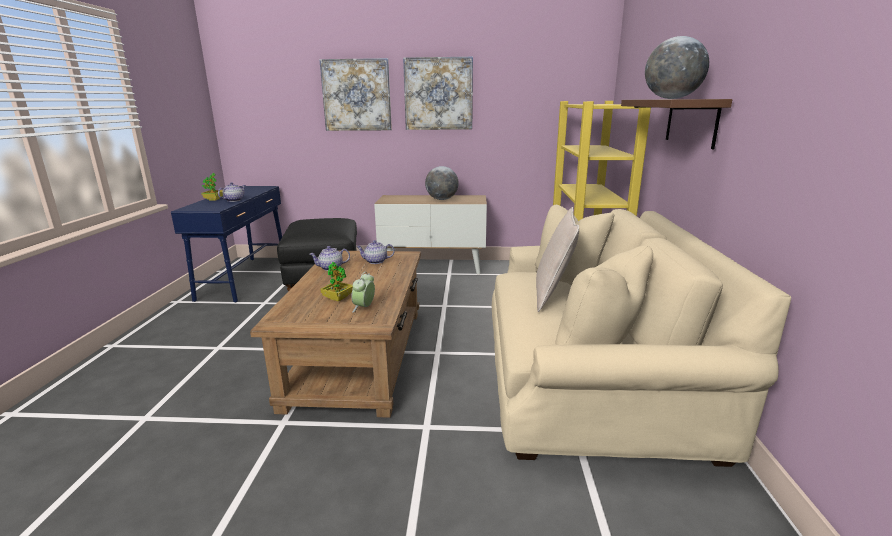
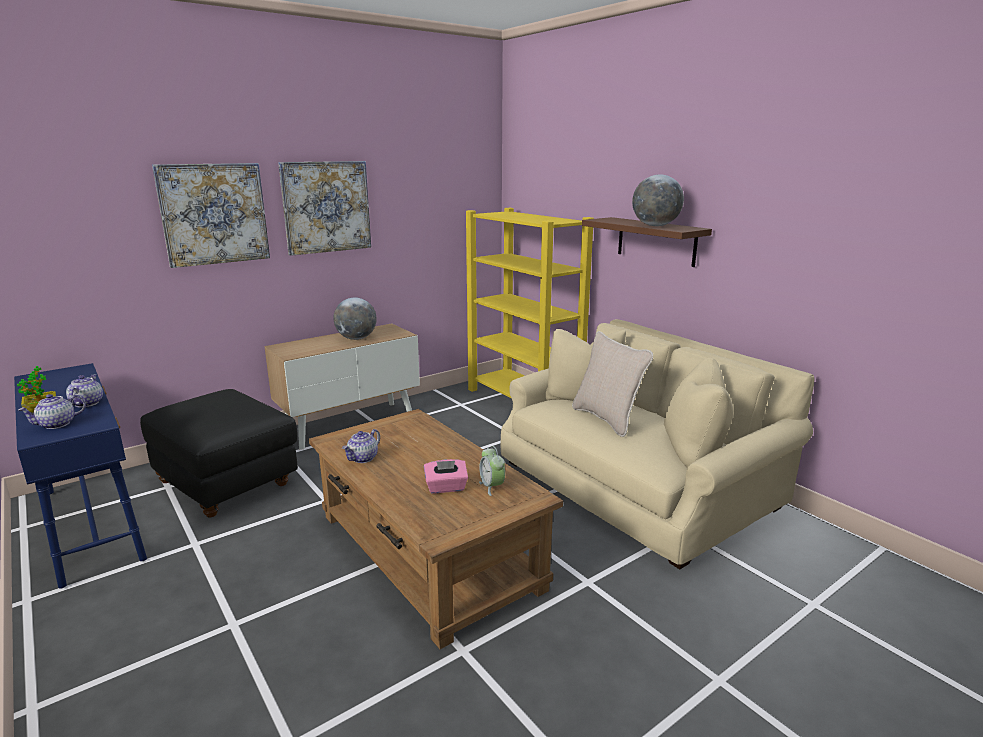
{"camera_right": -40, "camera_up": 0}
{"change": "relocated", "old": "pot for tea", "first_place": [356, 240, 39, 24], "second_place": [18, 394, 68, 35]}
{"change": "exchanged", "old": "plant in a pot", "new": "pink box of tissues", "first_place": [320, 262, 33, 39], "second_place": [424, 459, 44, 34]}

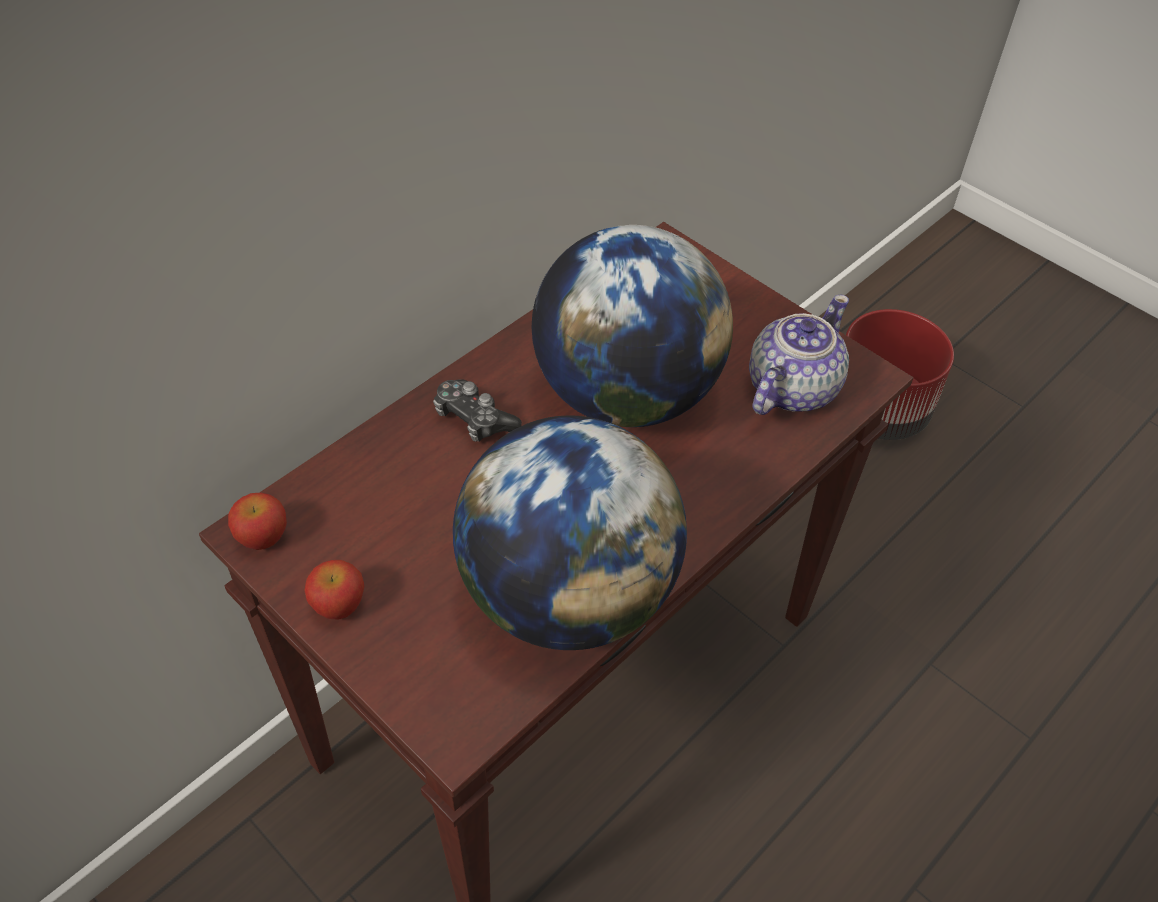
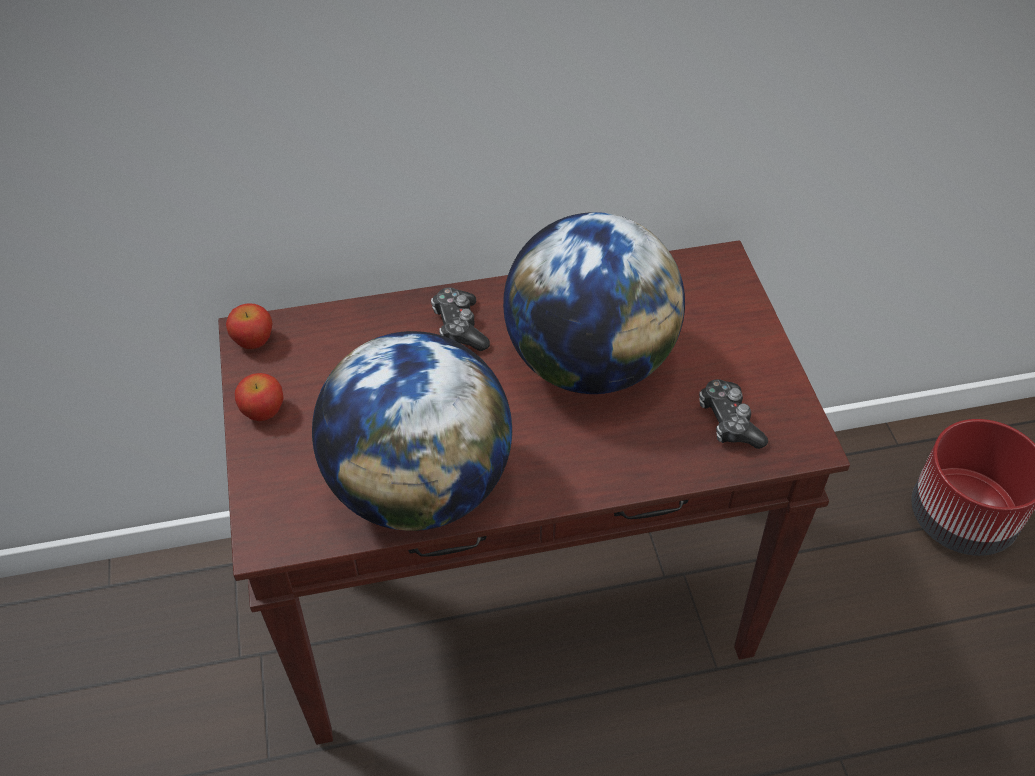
{"camera_right": 35, "camera_up": 0}
{"change": "exchanged", "old": "pot for tea", "new": "game controller", "first_place": [749, 295, 100, 120], "second_place": [699, 379, 69, 70]}

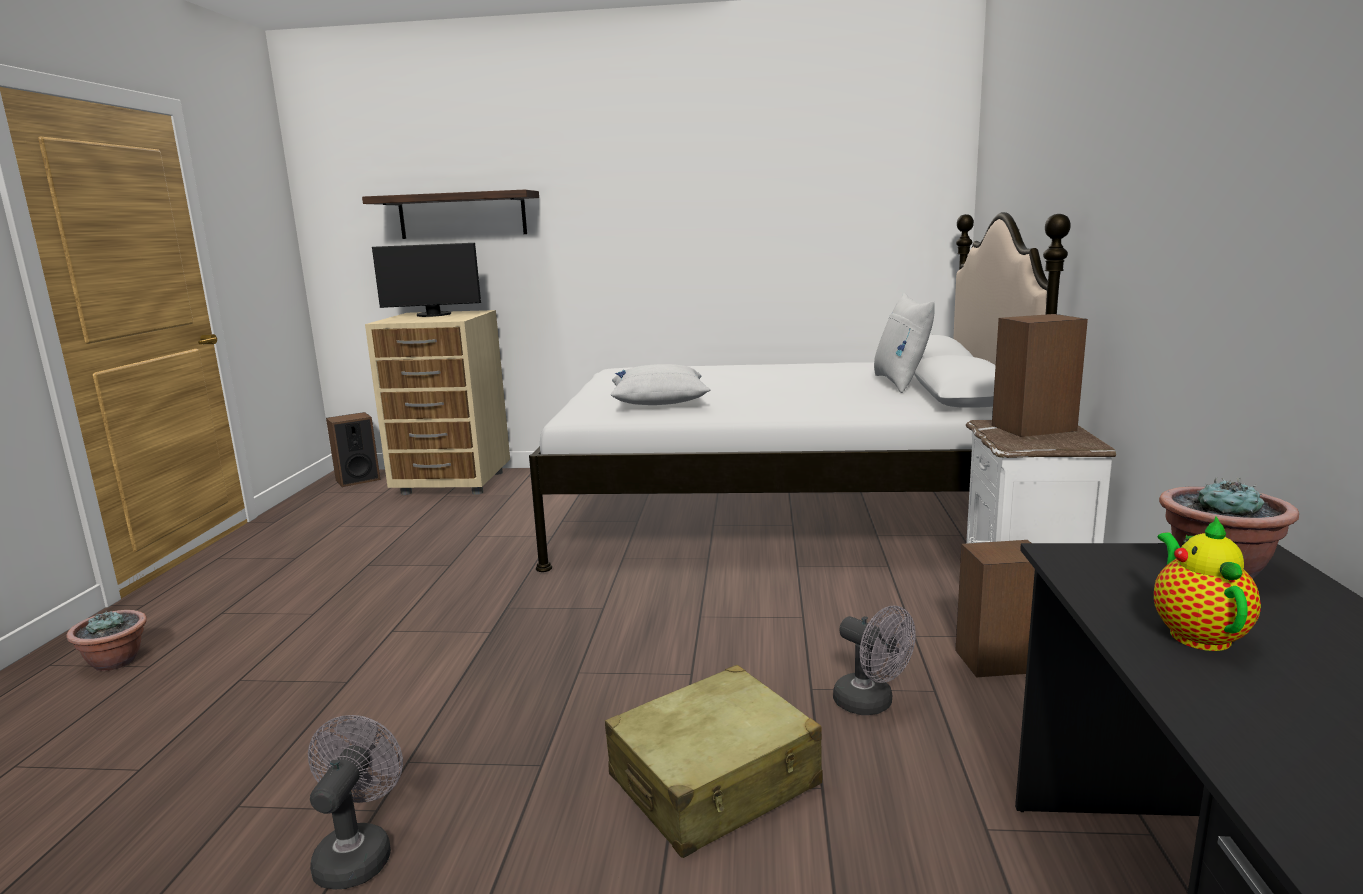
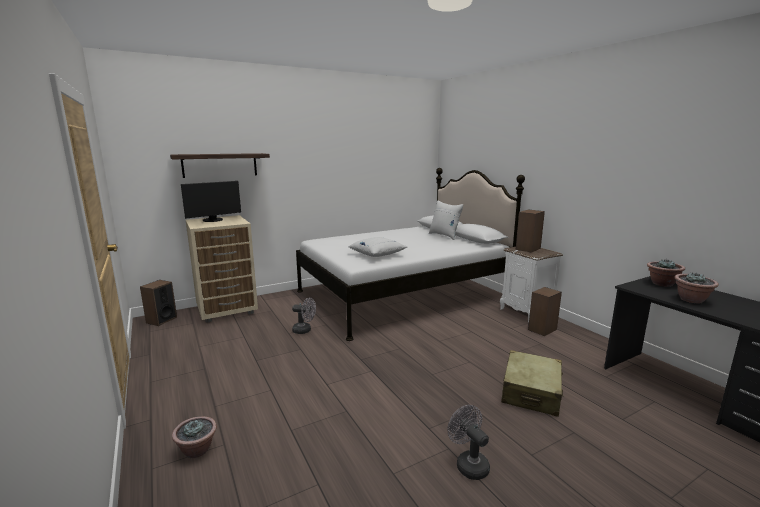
{"camera_right": -35, "camera_up": 0}
{"change": "relocated", "old": "grey fan", "first_place": [833, 606, 83, 109], "second_place": [292, 297, 24, 37]}
{"change": "exchanged", "old": "pot for tea", "new": "plant in a pot", "first_place": [1154, 516, 107, 135], "second_place": [675, 272, 44, 31]}

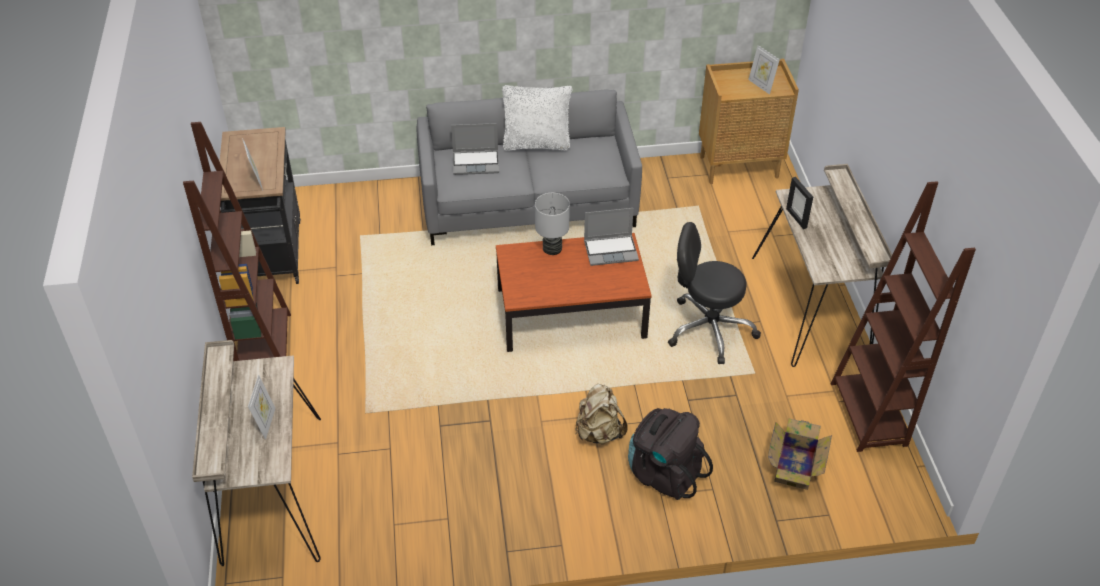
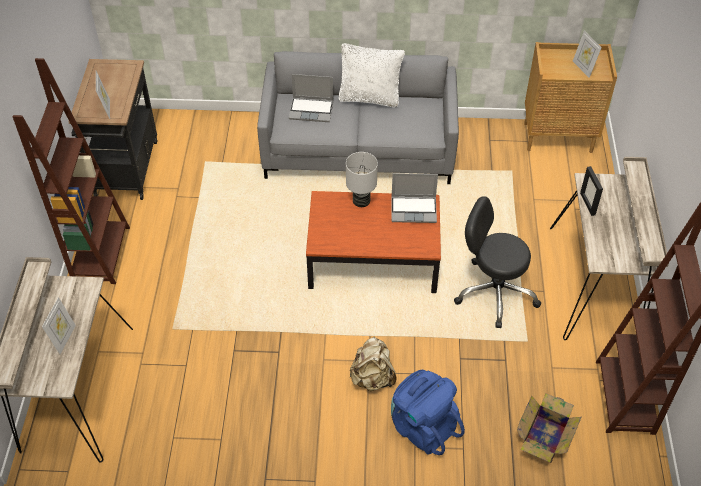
{"camera_right": 10, "camera_up": 5}
{"change": "colour", "old": "blackish rucksack", "new": "bluish rucksack", "first_place": [628, 408, 85, 92], "second_place": [391, 370, 74, 85]}

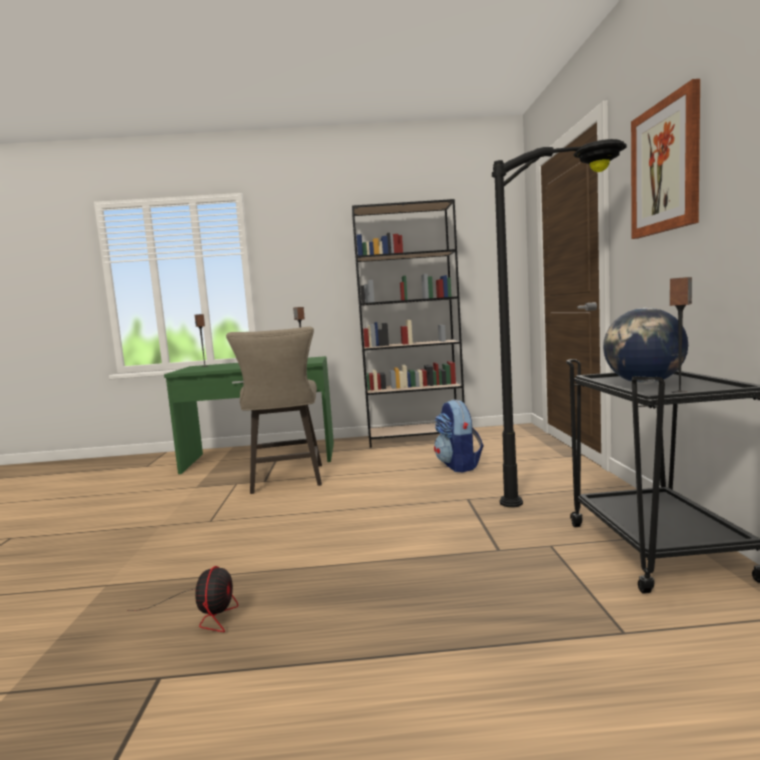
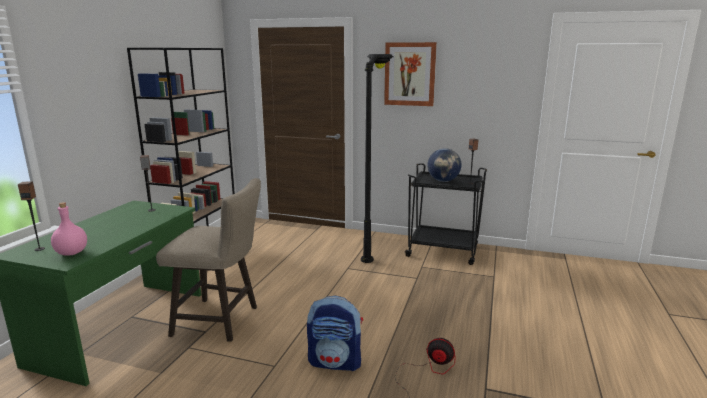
{"camera_right": -70, "camera_up": 10}
{"change": "appeared", "new": "pink bottle", "second_place": [51, 202, 36, 53]}
{"change": "relocated", "old": "rucksack", "first_place": [434, 400, 50, 72], "second_place": [307, 296, 56, 75]}

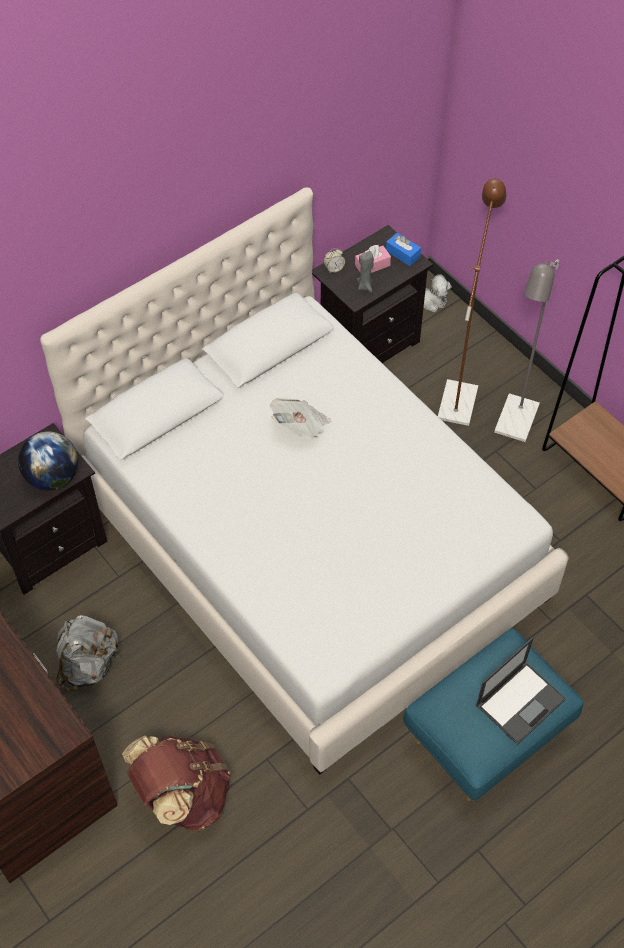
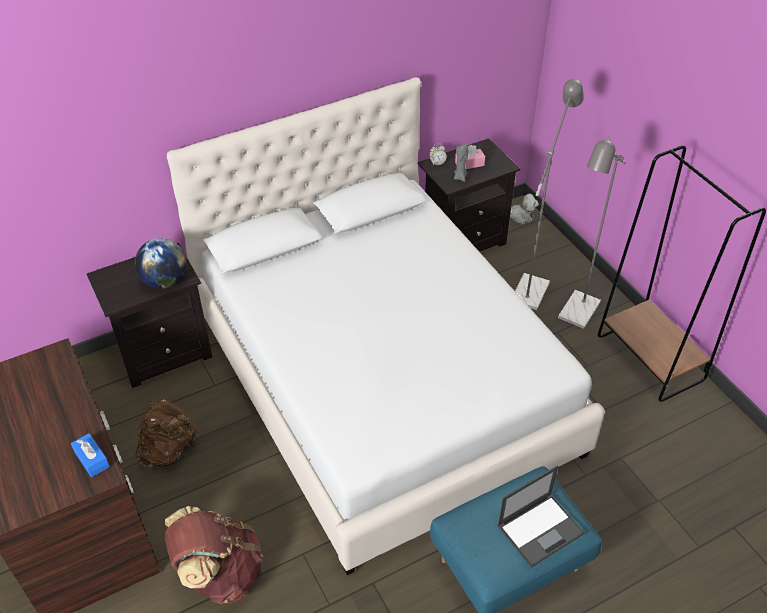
{"camera_right": 10, "camera_up": -10}
{"change": "relocated", "old": "bluish box of tissues", "first_place": [386, 233, 35, 33], "second_place": [71, 433, 39, 44]}
{"change": "colour", "old": "grey rucksack", "new": "brownish rucksack", "first_place": [56, 615, 64, 76], "second_place": [135, 399, 62, 69]}
{"change": "colour", "old": "brownish standard lamp", "new": "grey standard lamp", "first_place": [438, 179, 68, 247], "second_place": [515, 79, 69, 231]}
{"change": "missing", "old": "daily paper", "first_place": [270, 398, 61, 39]}

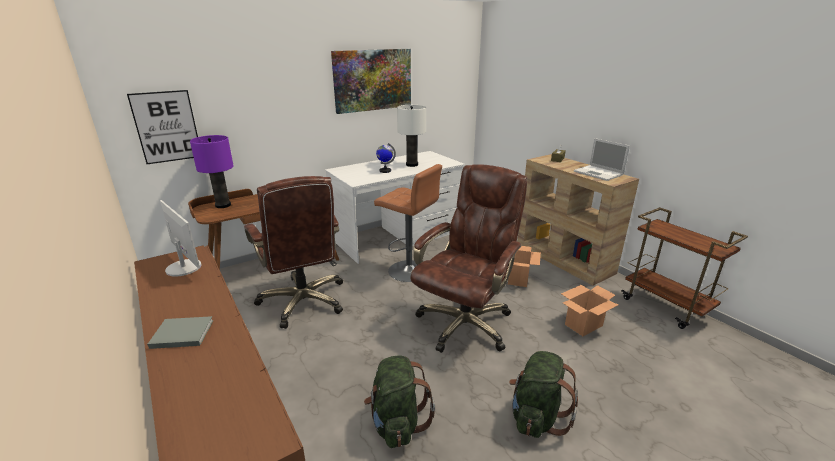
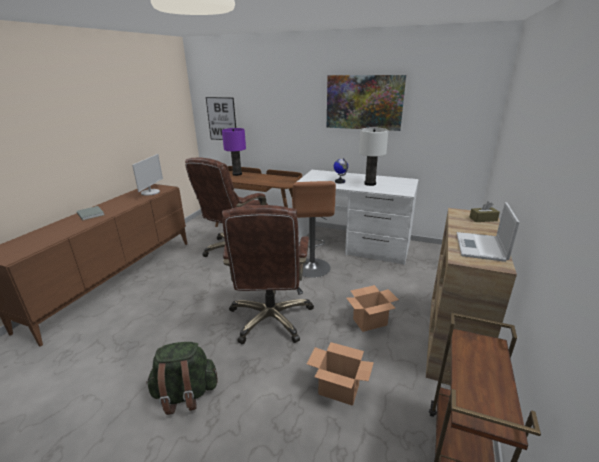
{"camera_right": 55, "camera_up": 0}
{"change": "spun", "old": "brownish desk chair", "first_place": [411, 164, 116, 189], "second_place": [222, 205, 92, 139], "degrees": 90}
{"change": "missing", "old": "green-coloured rucksack", "first_place": [364, 355, 71, 93]}

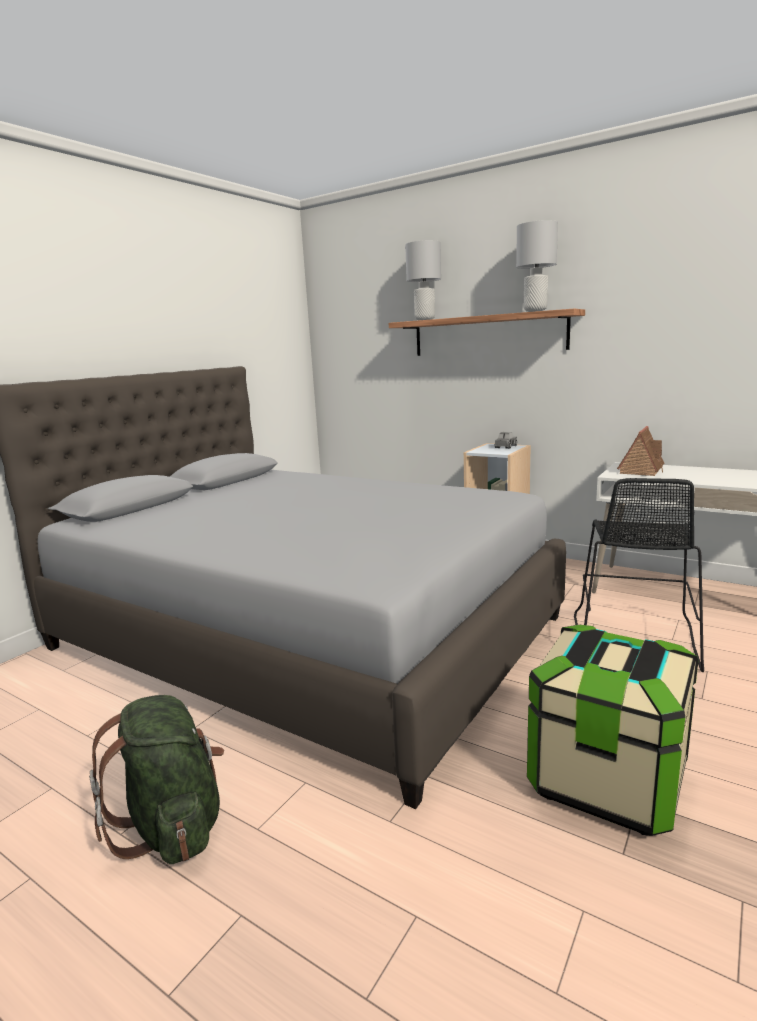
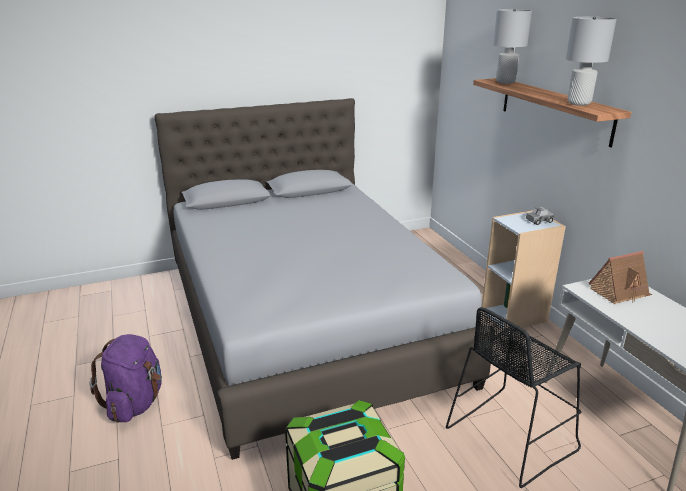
{"camera_right": 35, "camera_up": 10}
{"change": "colour", "old": "green-coloured rucksack", "new": "purplish rucksack", "first_place": [89, 695, 135, 169], "second_place": [90, 334, 72, 89]}

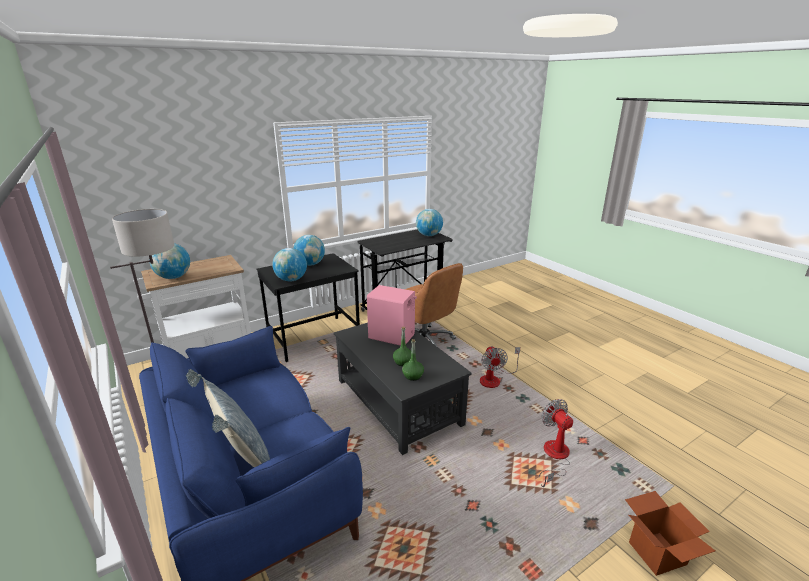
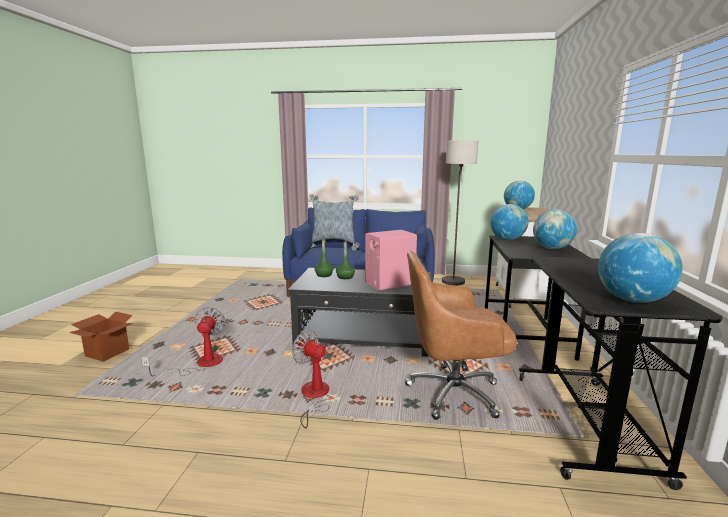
{"camera_right": 130, "camera_up": -10}
{"change": "spun", "old": "fan", "first_place": [539, 399, 34, 88], "second_place": [141, 307, 85, 69], "degrees": -105}

